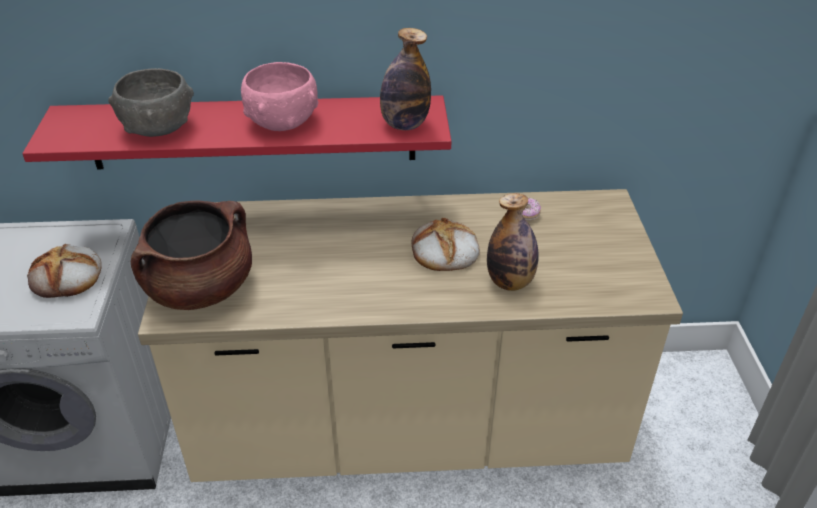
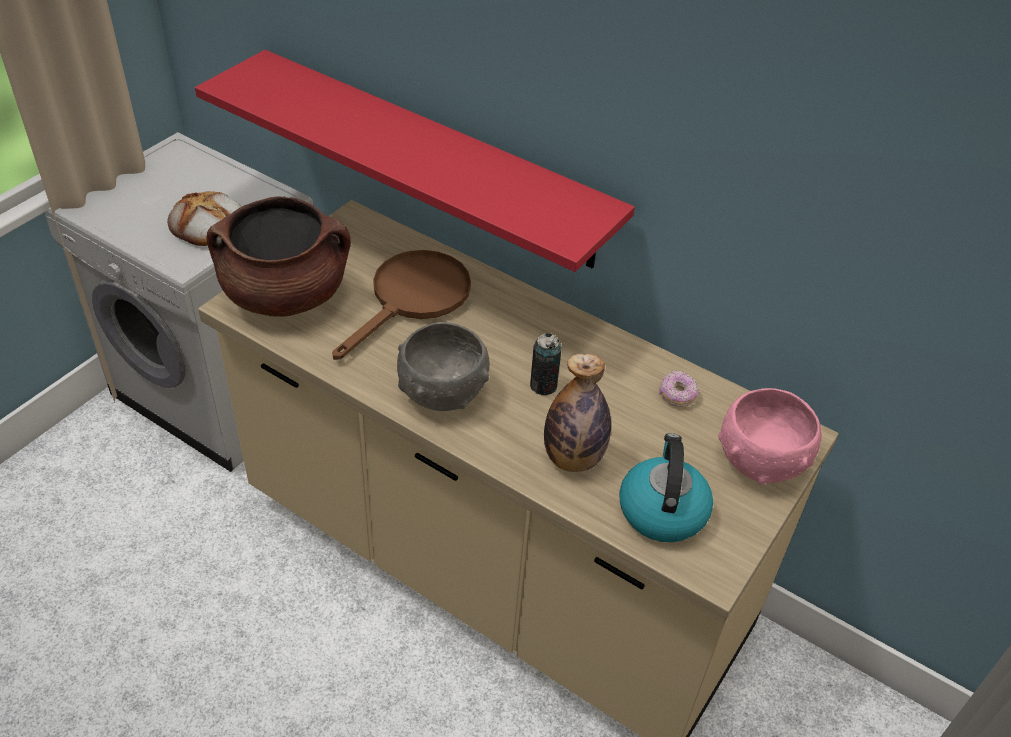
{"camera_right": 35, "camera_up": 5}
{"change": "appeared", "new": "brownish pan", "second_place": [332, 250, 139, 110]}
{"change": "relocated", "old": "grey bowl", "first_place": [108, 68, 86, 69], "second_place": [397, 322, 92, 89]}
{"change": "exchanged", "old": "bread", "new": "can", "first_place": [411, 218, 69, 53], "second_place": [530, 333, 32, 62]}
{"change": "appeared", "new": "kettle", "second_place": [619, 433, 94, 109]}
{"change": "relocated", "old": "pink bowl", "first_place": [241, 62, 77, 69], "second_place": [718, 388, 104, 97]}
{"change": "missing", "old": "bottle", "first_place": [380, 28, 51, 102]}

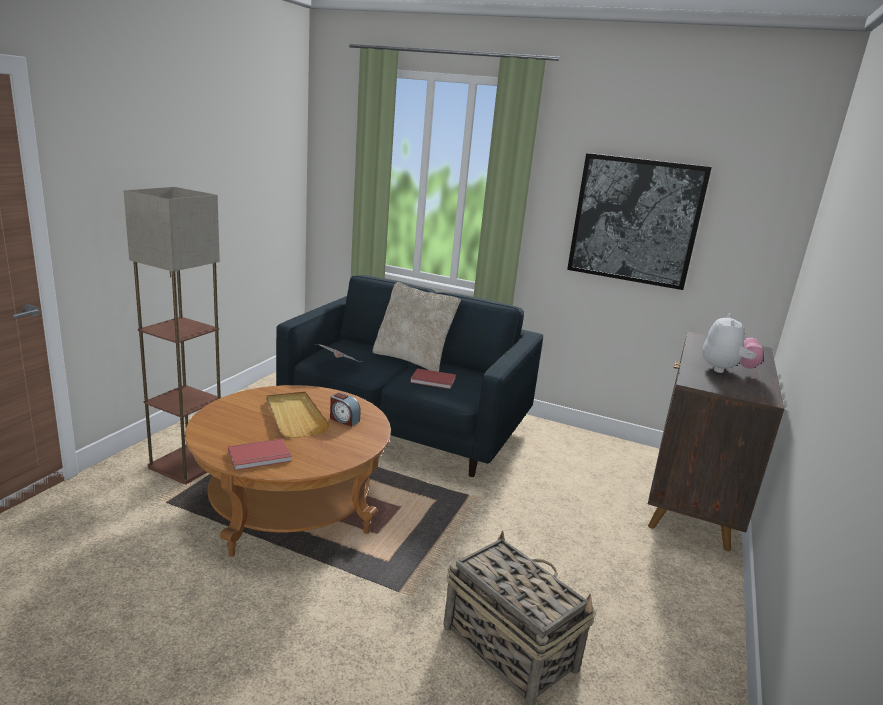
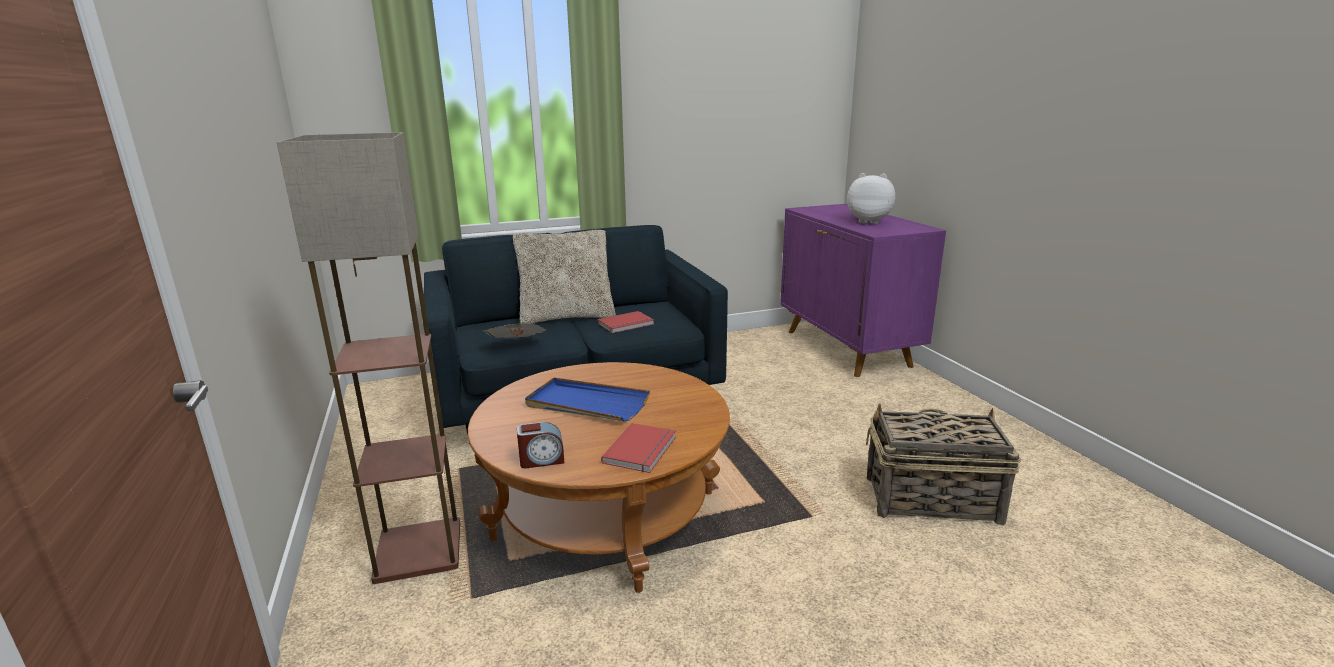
{"camera_right": -40, "camera_up": 0}
{"change": "relocated", "old": "bedside clock", "first_place": [330, 393, 31, 34], "second_place": [517, 422, 47, 46]}
{"change": "colour", "old": "beige-coloured tray", "new": "bluish tray", "first_place": [266, 391, 64, 47], "second_place": [525, 378, 125, 43]}
{"change": "colour", "old": "brownish cabinet", "new": "purplish cabinet", "first_place": [648, 331, 136, 220], "second_place": [780, 204, 166, 173]}
{"change": "spun", "old": "plush toy", "first_place": [702, 313, 62, 60], "second_place": [847, 173, 48, 51], "degrees": -45}
{"change": "missing", "old": "picture", "first_place": [567, 153, 145, 137]}

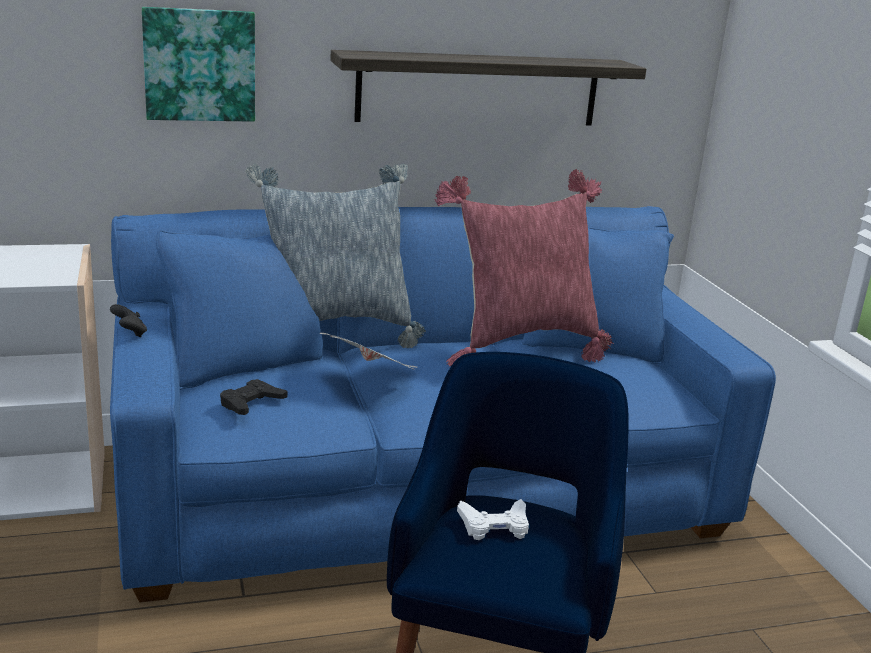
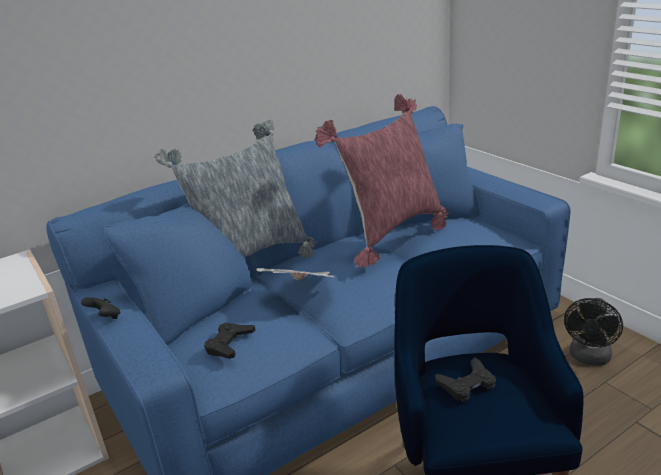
{"camera_right": -15, "camera_up": 5}
{"change": "colour", "old": "white game controller", "new": "blackish game controller", "first_place": [457, 499, 72, 41], "second_place": [435, 357, 61, 45]}
{"change": "appeared", "new": "blackish fan", "second_place": [564, 298, 59, 68]}
{"change": "missing", "old": "picture", "first_place": [142, 7, 113, 115]}
{"change": "missing", "old": "bracket shelf", "first_place": [330, 50, 316, 76]}

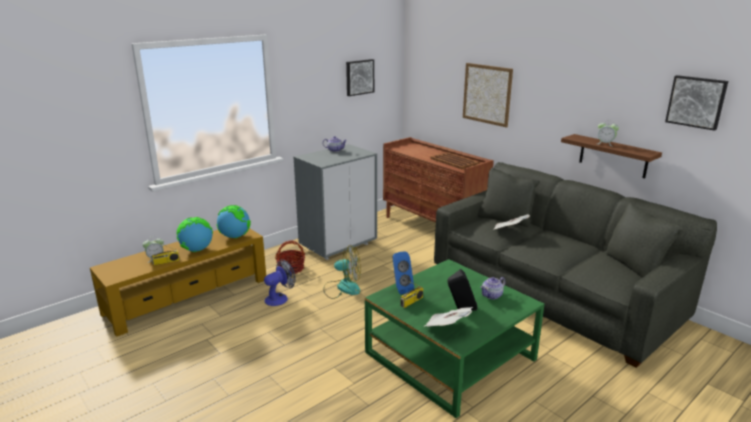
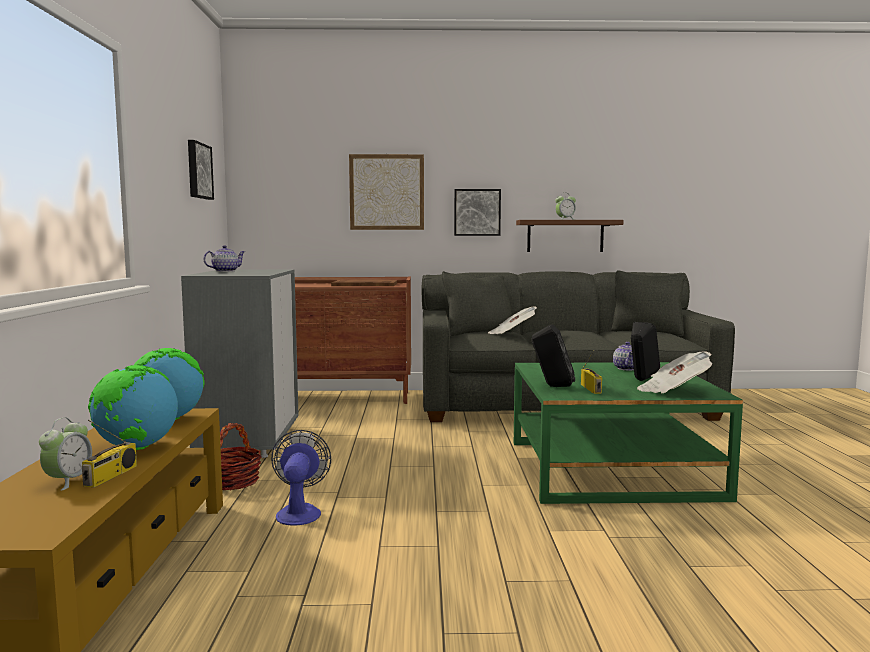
{"camera_right": -50, "camera_up": -15}
{"change": "relocated", "old": "picture", "first_place": [665, 75, 63, 56], "second_place": [454, 189, 47, 47]}
{"change": "colour", "old": "bluish loudspeaker", "new": "blackish loudspeaker", "first_place": [392, 252, 22, 43], "second_place": [532, 324, 43, 63]}
{"change": "missing", "old": "fan", "first_place": [323, 245, 38, 54]}

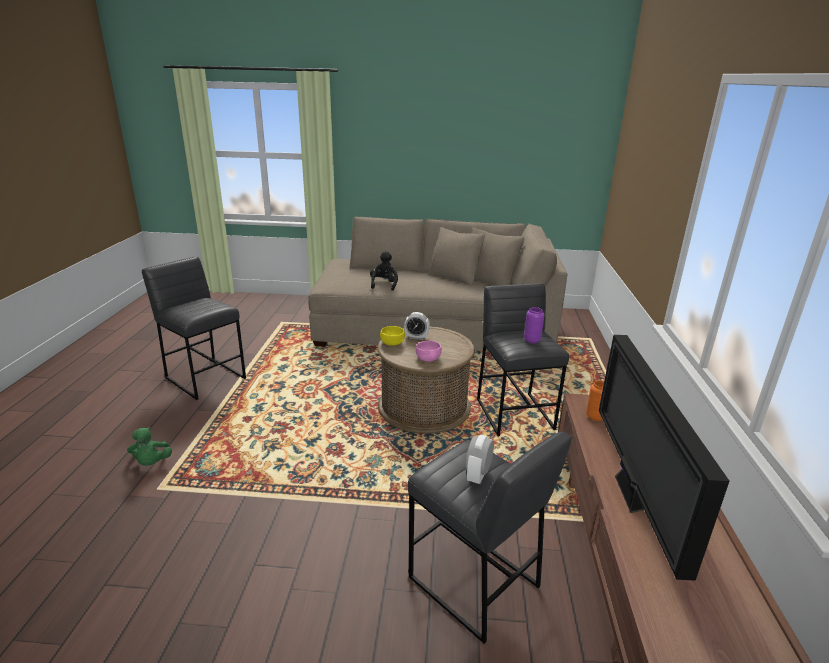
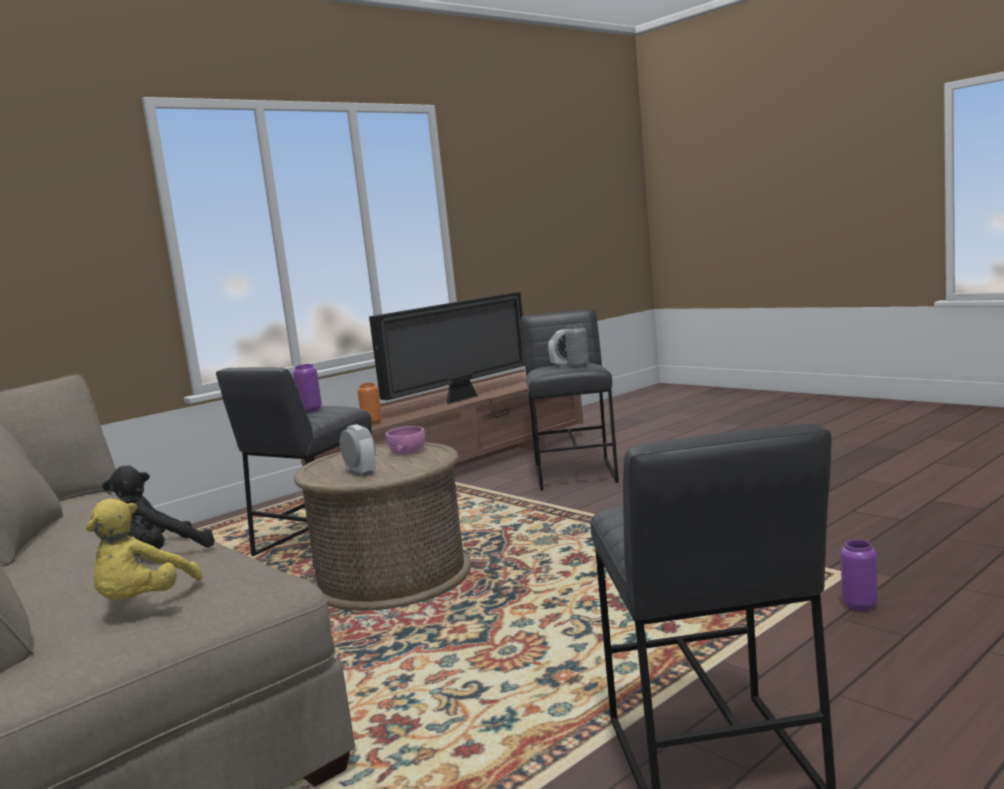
{"camera_right": -135, "camera_up": -15}
{"change": "appeared", "new": "yellowish plush toy", "second_place": [86, 499, 117, 101]}
{"change": "appeared", "new": "grey flower vase", "second_place": [565, 325, 24, 43]}
{"change": "exchanged", "old": "green-coloured plush toy", "new": "purplish flower vase", "first_place": [127, 427, 45, 39], "second_place": [841, 540, 37, 71]}
{"change": "missing", "old": "yellowish bowl", "first_place": [380, 326, 25, 20]}

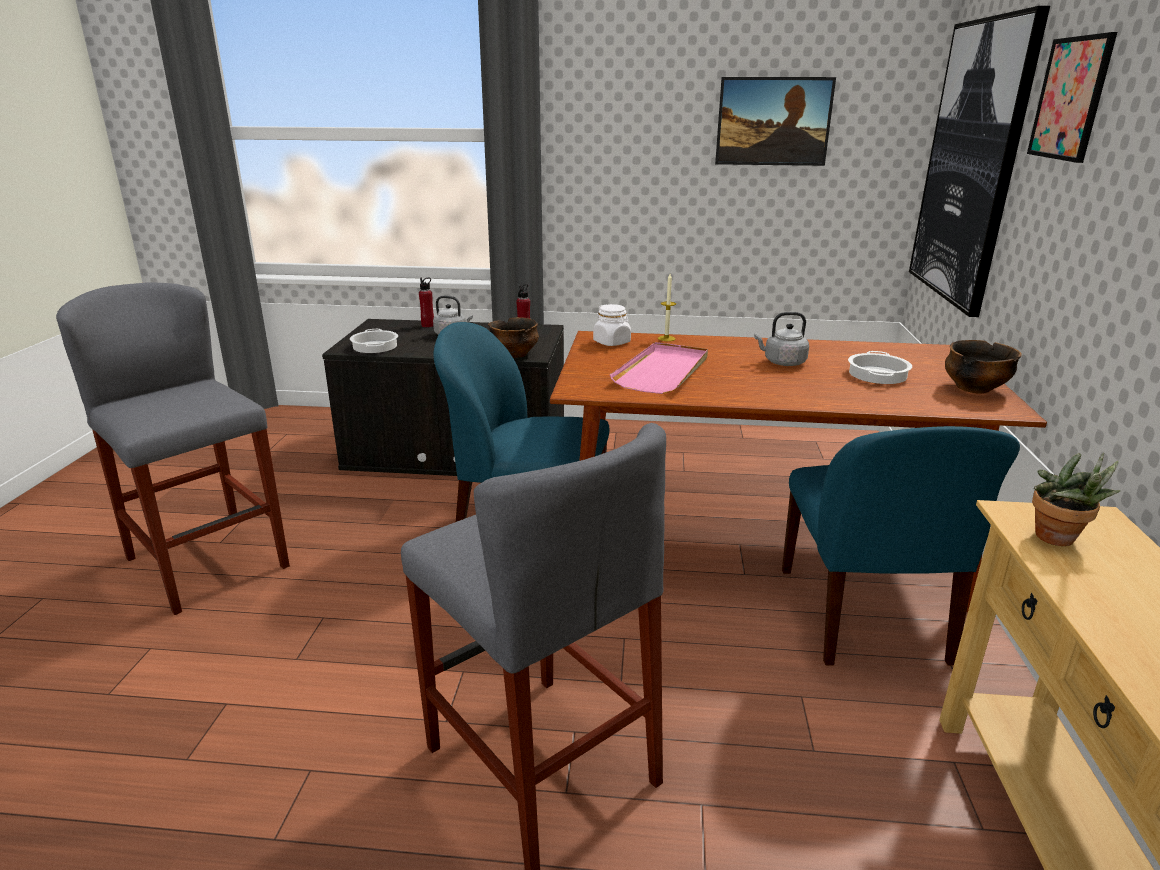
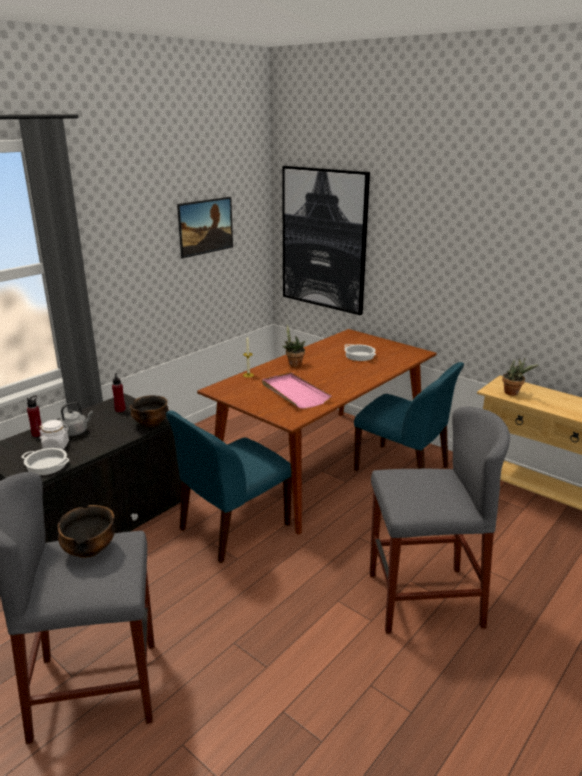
{"camera_right": -55, "camera_up": 0}
{"change": "relocated", "old": "white storage jar", "first_place": [593, 304, 38, 42], "second_place": [39, 420, 30, 29]}
{"change": "relocated", "old": "bowl", "first_place": [945, 340, 77, 54], "second_place": [58, 505, 57, 53]}
{"change": "appeared", "new": "plant in a pot", "second_place": [282, 325, 23, 42]}
{"change": "missing", "old": "grey kettle", "first_place": [754, 312, 55, 54]}
{"change": "missing", "old": "picture", "first_place": [1027, 32, 90, 131]}

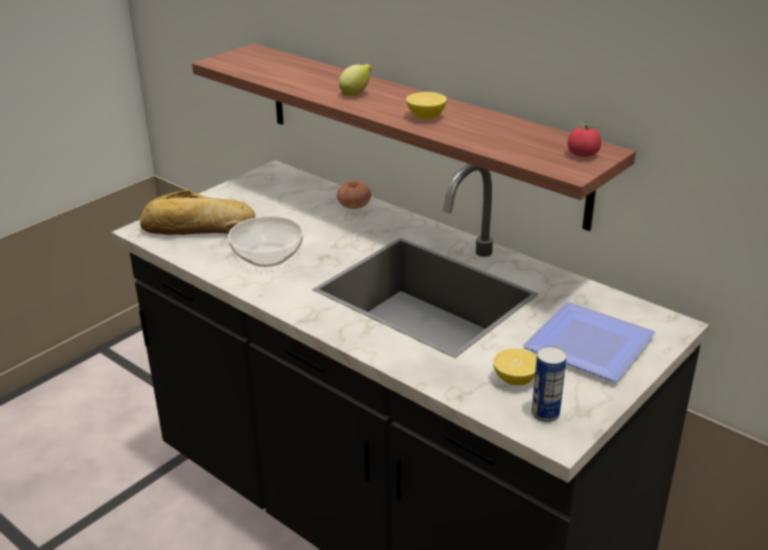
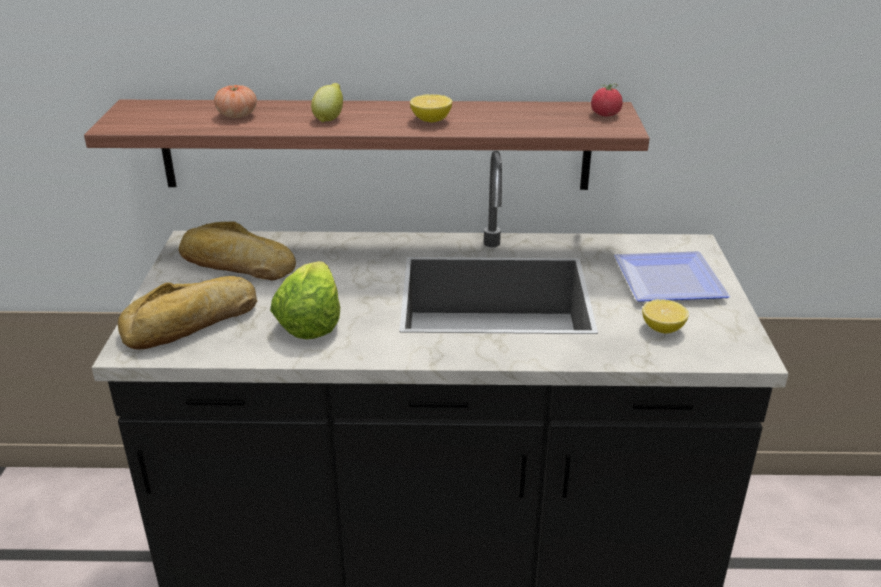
{"camera_right": -40, "camera_up": 0}
{"change": "appeared", "new": "bread", "second_place": [179, 221, 117, 59]}
{"change": "relocated", "old": "fresh tomato", "first_place": [337, 181, 34, 28], "second_place": [214, 85, 43, 33]}
{"change": "exchanged", "old": "bowl", "new": "lettuce", "first_place": [228, 216, 75, 51], "second_place": [270, 261, 70, 78]}
{"change": "missing", "old": "can", "first_place": [531, 346, 36, 76]}

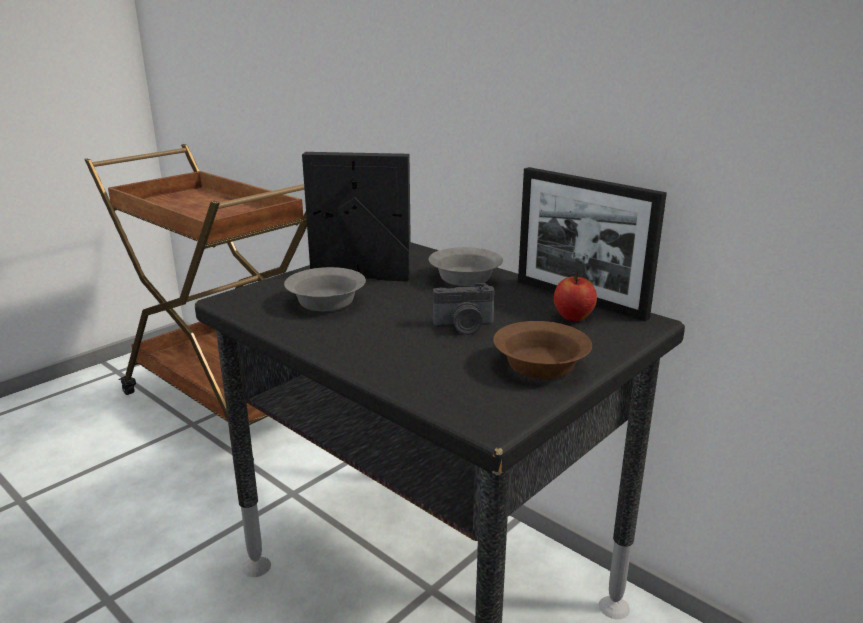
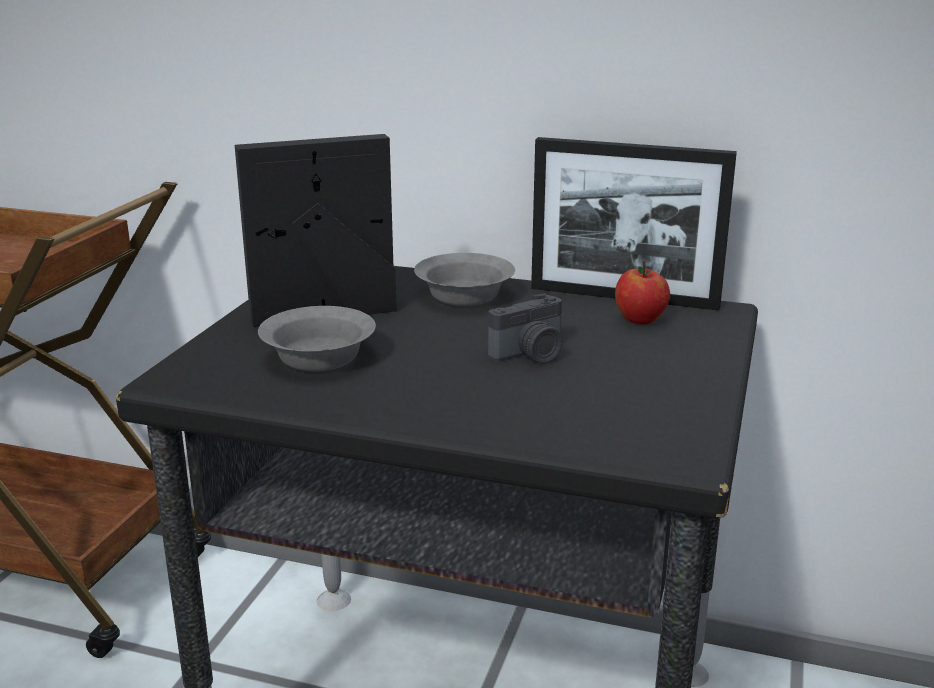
{"camera_right": -25, "camera_up": 0}
{"change": "missing", "old": "brownish bowl", "first_place": [493, 321, 99, 58]}

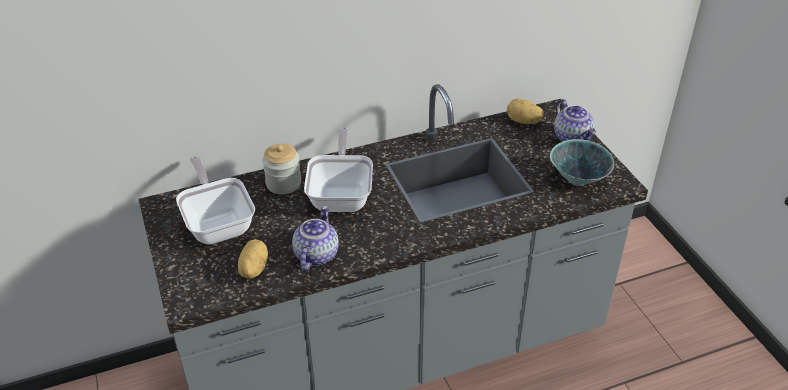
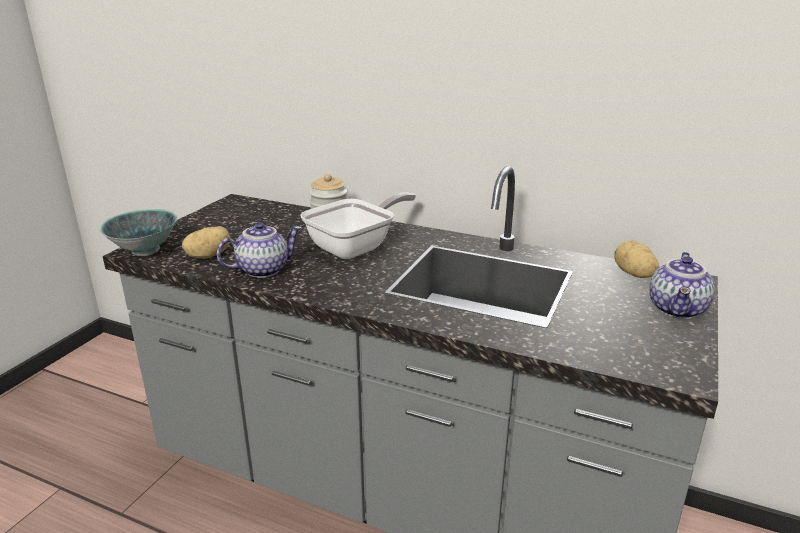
{"camera_right": 45, "camera_up": -15}
{"change": "relocated", "old": "bowl", "first_place": [550, 139, 64, 47], "second_place": [100, 209, 78, 47]}
{"change": "missing", "old": "pan", "first_place": [176, 156, 79, 88]}

